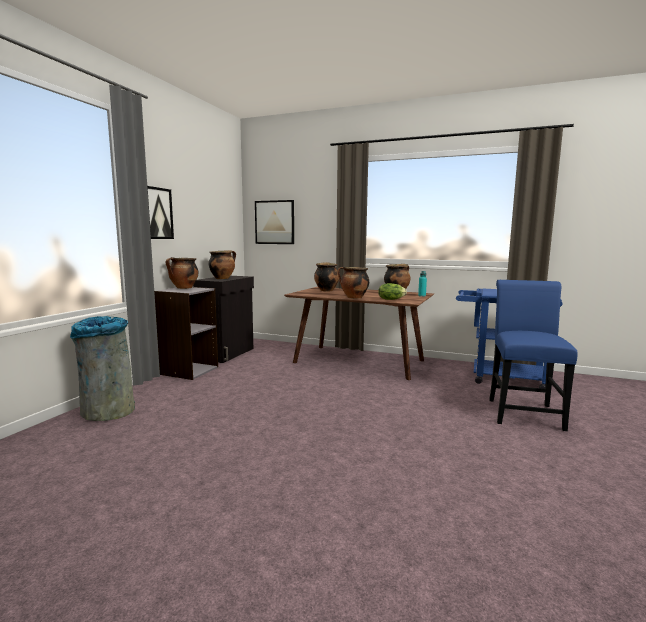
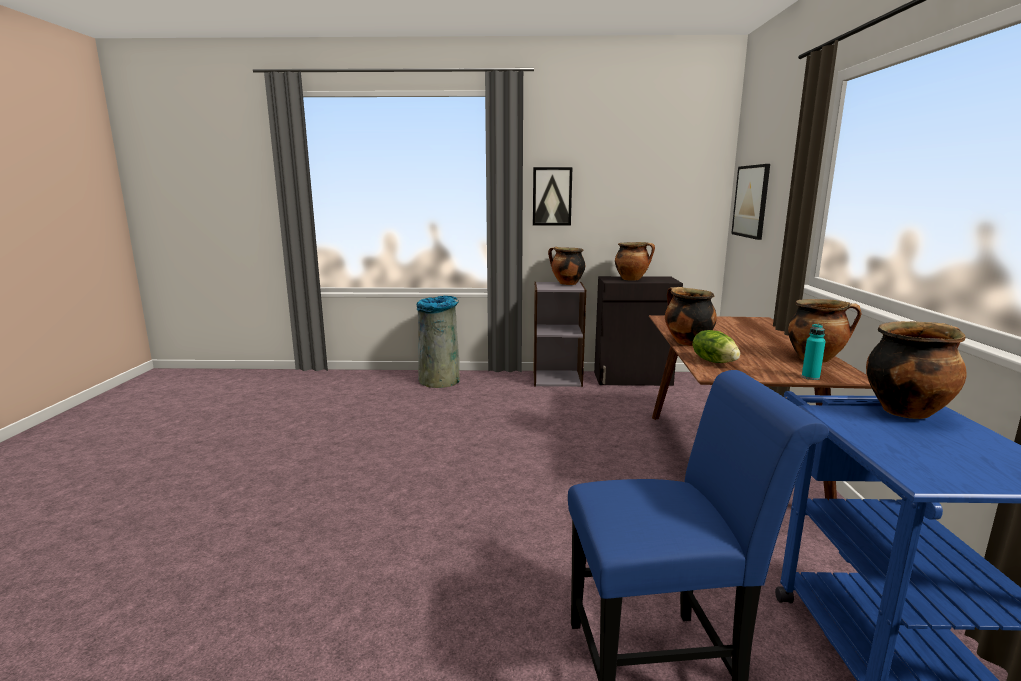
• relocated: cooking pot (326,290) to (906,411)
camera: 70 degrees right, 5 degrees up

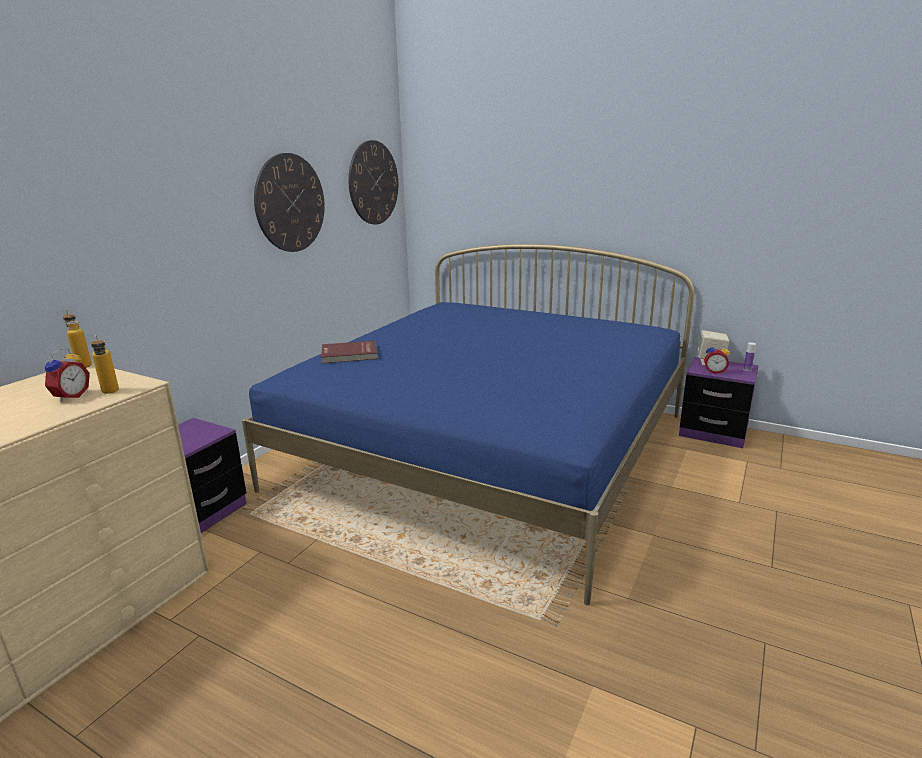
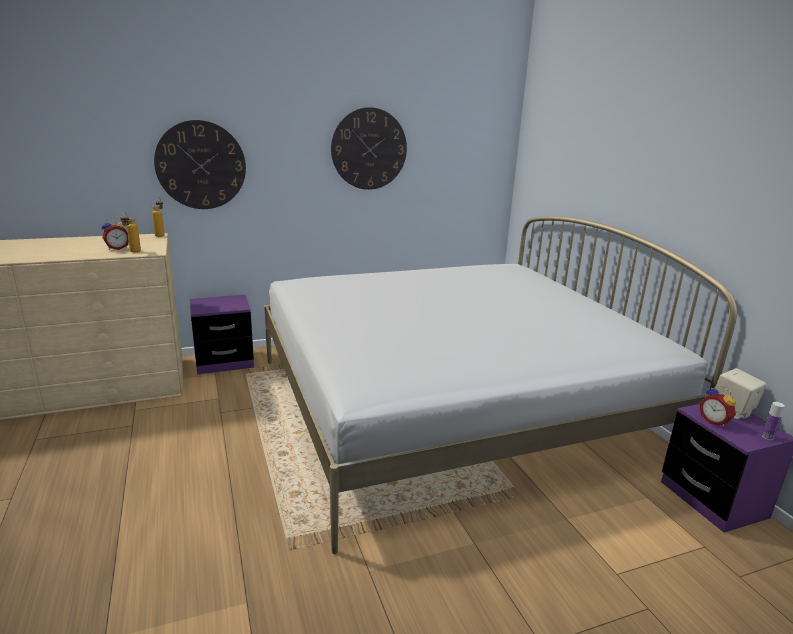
• missing: red book (349,354)
• relocated: hanging clock (373,183) to (201,165)
• colour: blue bed (489,450) to white-coloured bed (452,407)
camera: 40 degrees right, 0 degrees up

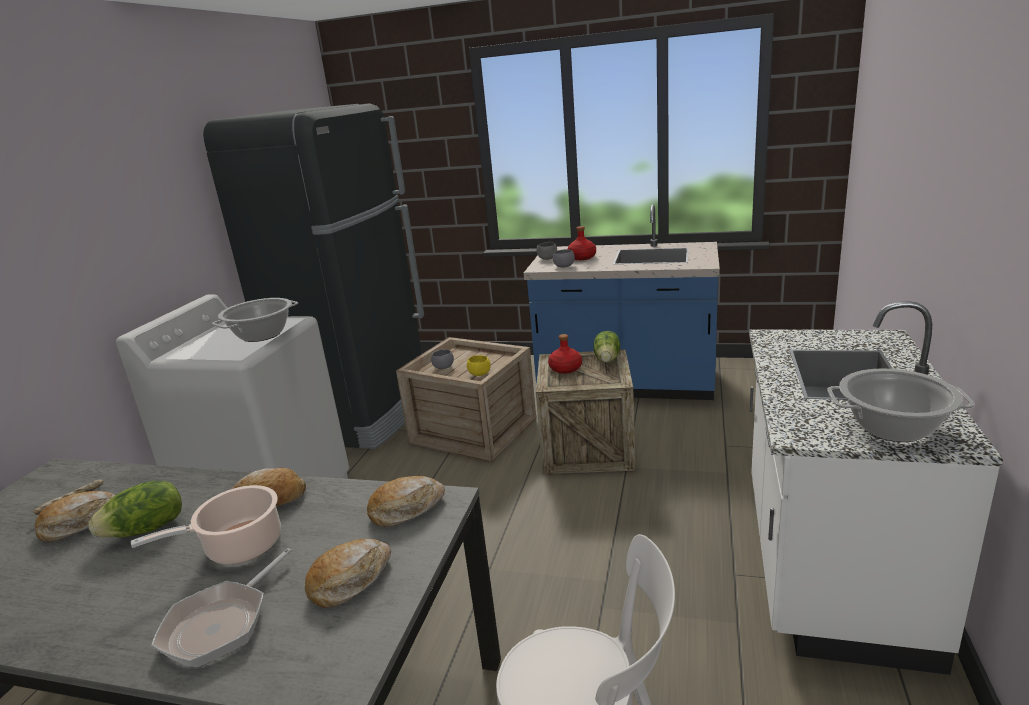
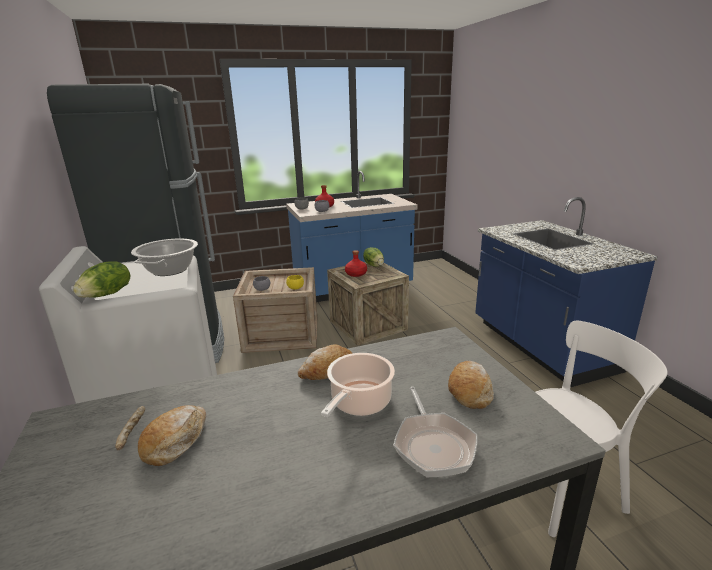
• missing: bakery bread (406,509)
• missing: cooking pot (893,428)
• relocated: lettuce (147,530) to (107,294)
• colour: white-coloured kitchen counter (827,565) to blue kitchen counter (540,346)
camera: 35 degrees left, 0 degrees up

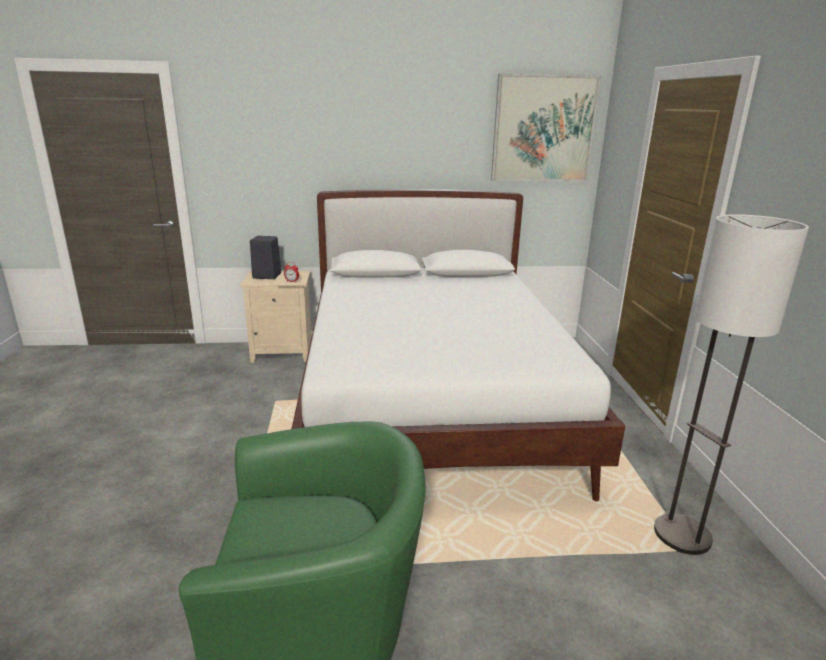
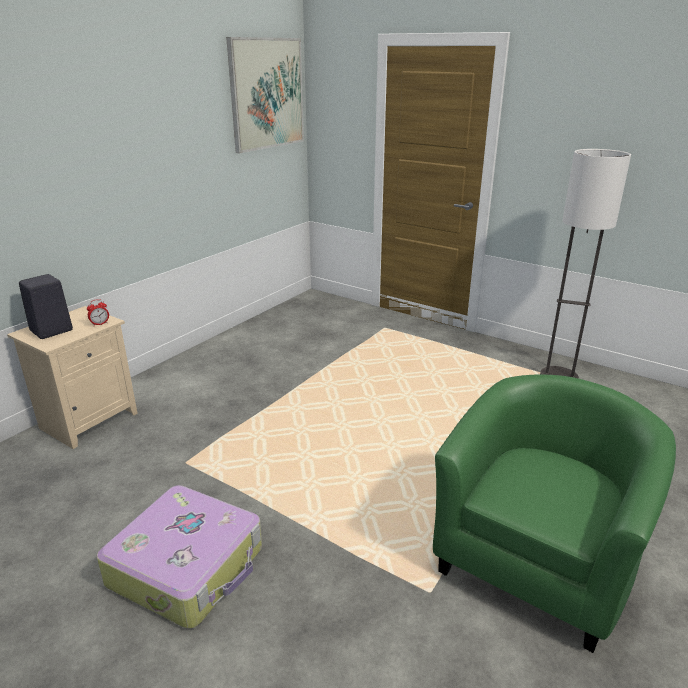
• missing: white-coloured bed (432,404)
• appeared: suitcase (188,566)
camera: 50 degrees left, 5 degrees up

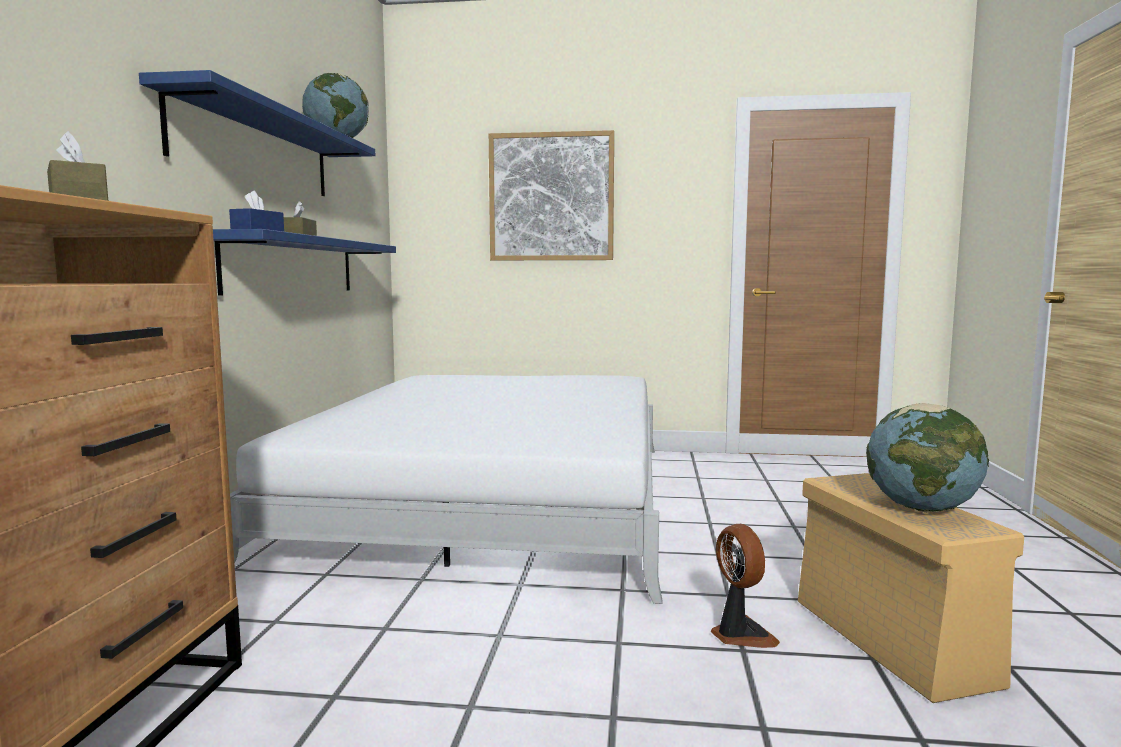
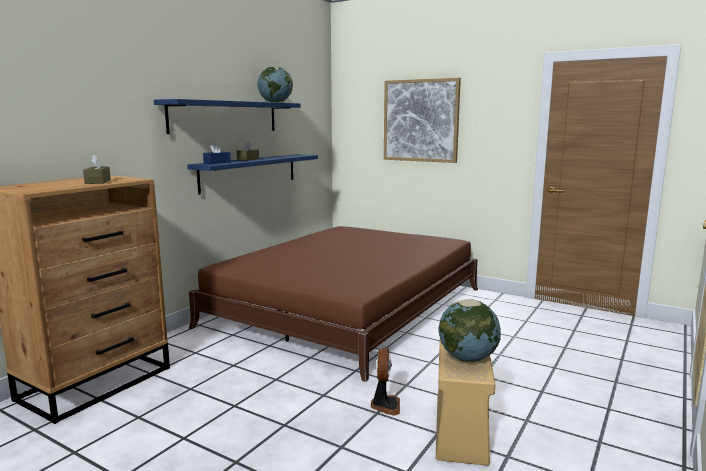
• colour: white-coloured bed (493,498) to brown-coloured bed (347,307)
camera: 25 degrees right, 5 degrees up

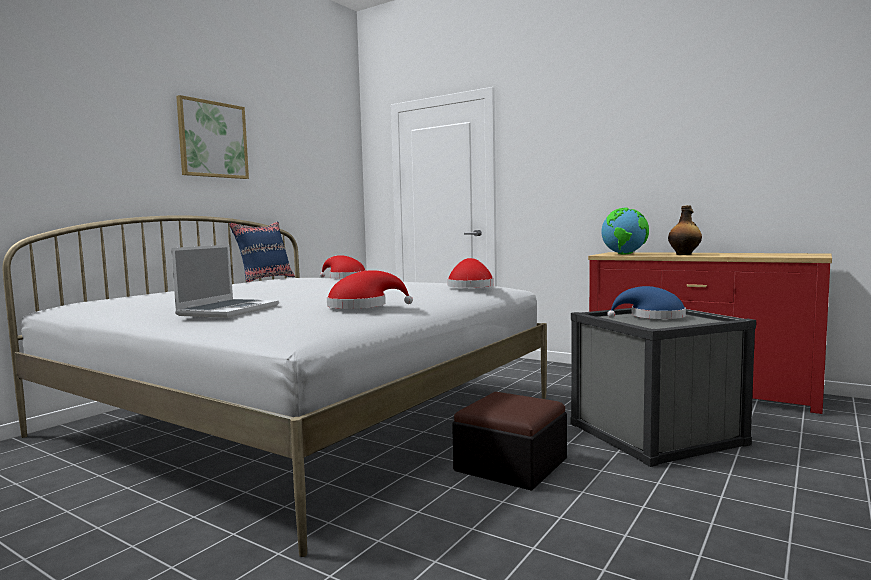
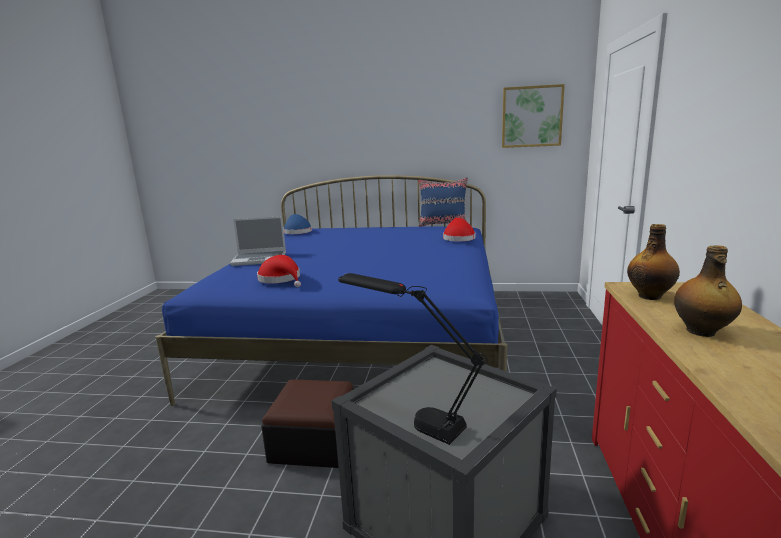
• missing: red hat (470,287)
• appeared: black-coloured table lamp (410,415)
• relocated: wall picture (213,139) to (531,116)
• relocated: blue hat (652,317) to (297,232)
• exchanged: globe (624,254) to beverage bottle (650,296)
• colour: white-coloured bed (301,416) to blue bed (364,335)
camera: 65 degrees right, 10 degrees up

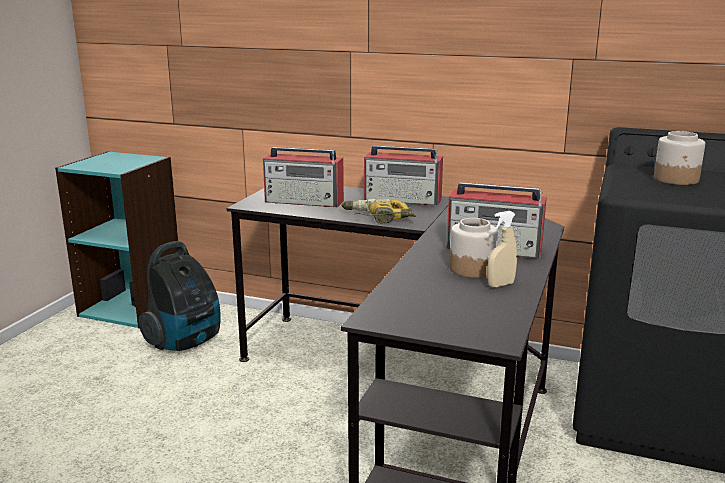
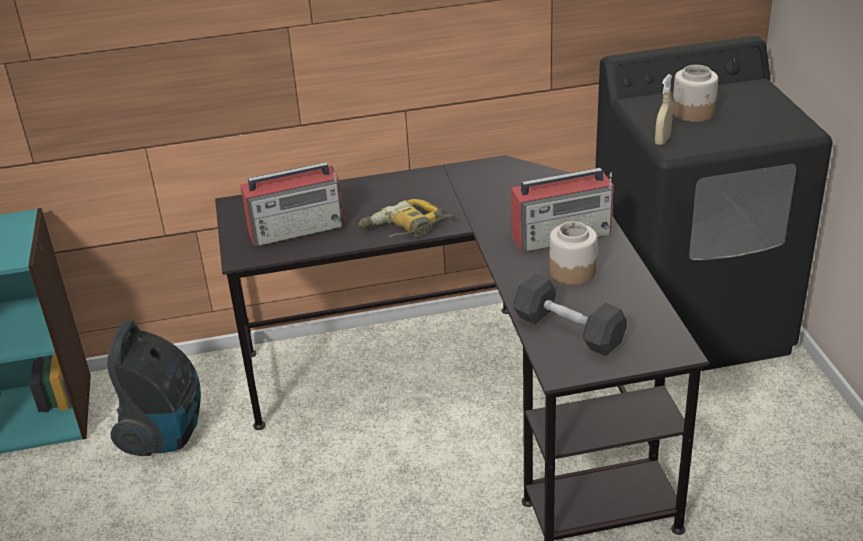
• missing: radio (403,200)
• appeared: gray free weight (568,330)
• relocated: sand-coloured hand sprayer (500,285) to (662,140)
camera: 30 degrees left, 15 degrees up

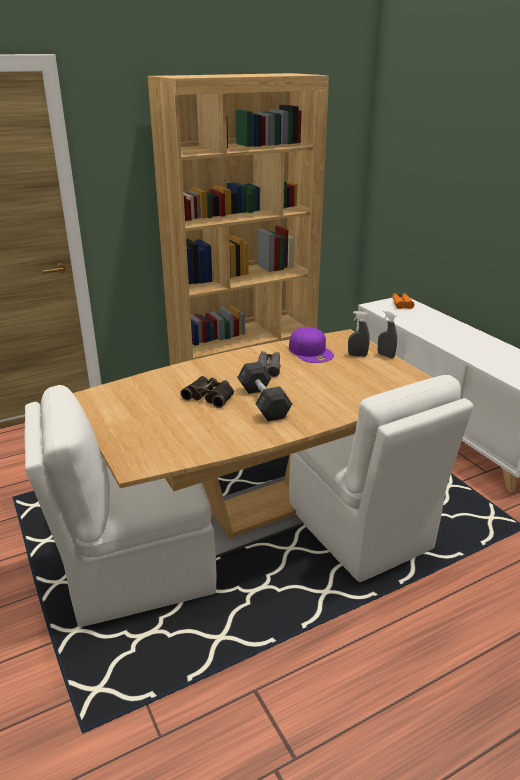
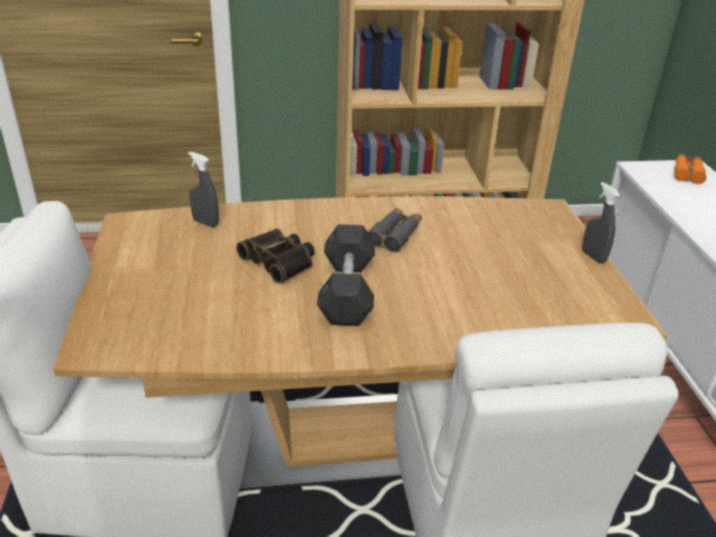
• missing: purplish baseball cap (311,351)
• relocated: gray hand sprayer (357,355) to (205,223)
camera: 20 degrees right, 5 degrees up

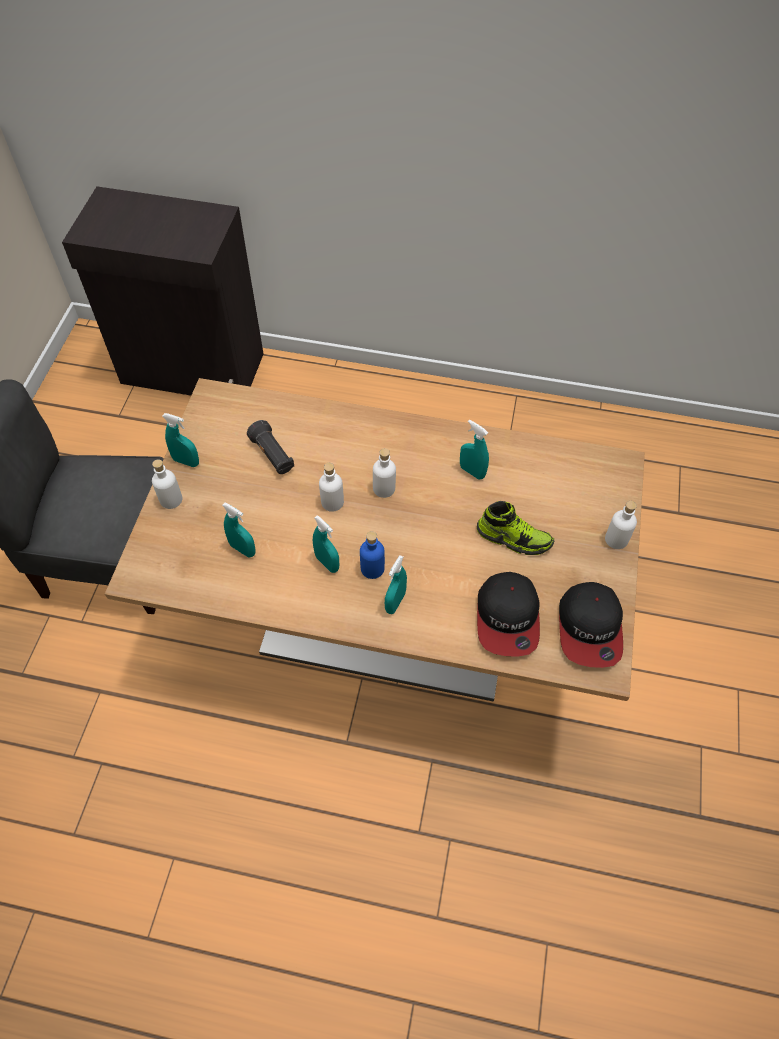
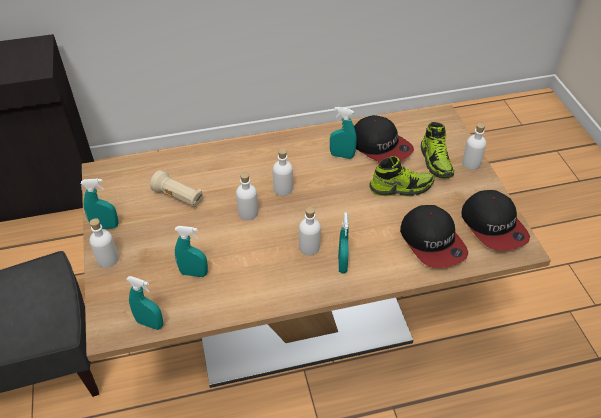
• appeared: baseball cap (380,146)
• appeared: item of footwear (436,161)
• relocated: turquoise-coloured hand sprayer (327,563) to (150,323)
• colour: black-coloured flashlight (272,455) to sand-coloured flashlight (178,197)
• colour: blue beverage bottle (372,568) to white-coloured beverage bottle (309,247)
camera: 25 degrees left, 10 degrees down

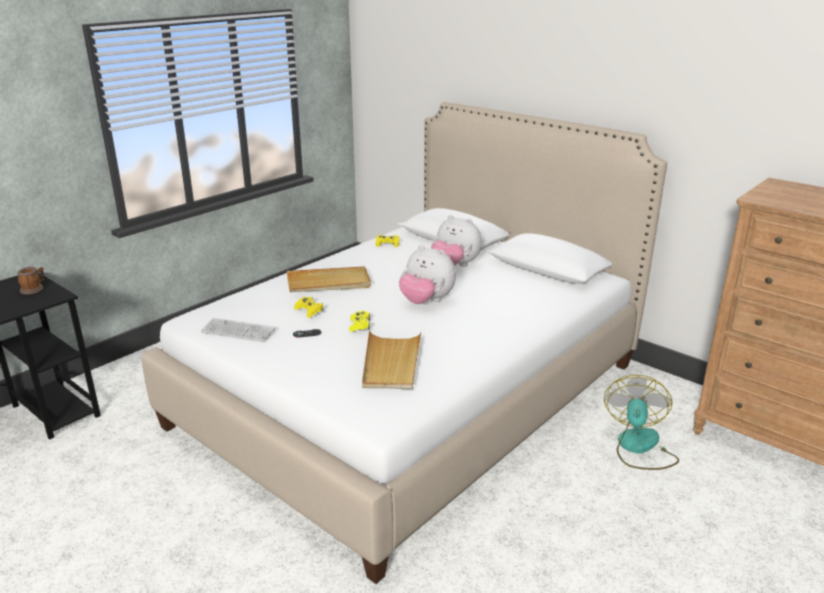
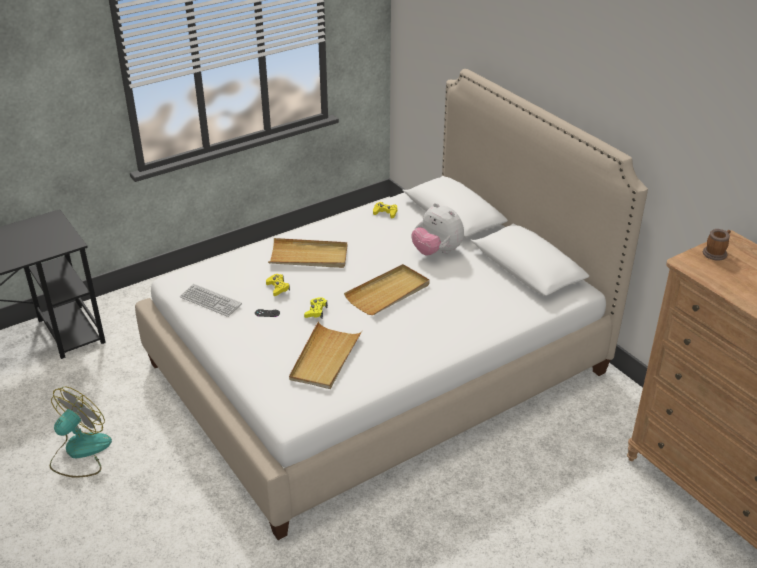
• relocated: coffee mug (34,289) to (716,253)
• relocated: fan (639,448) to (80,452)
• exchanged: soft toy (426,301) to sand-coloured tray (388,292)
camera: 15 degrees right, 10 degrees up

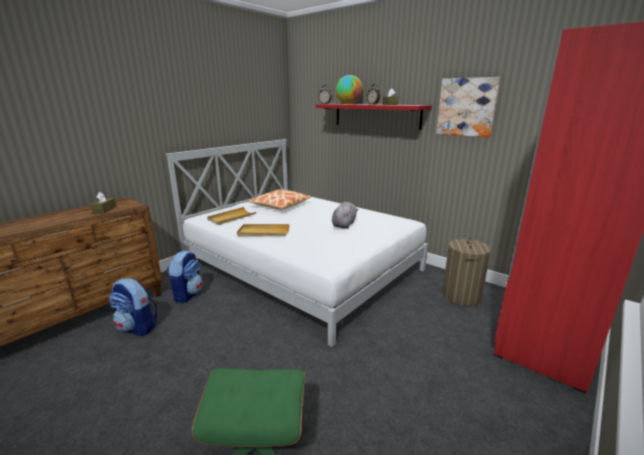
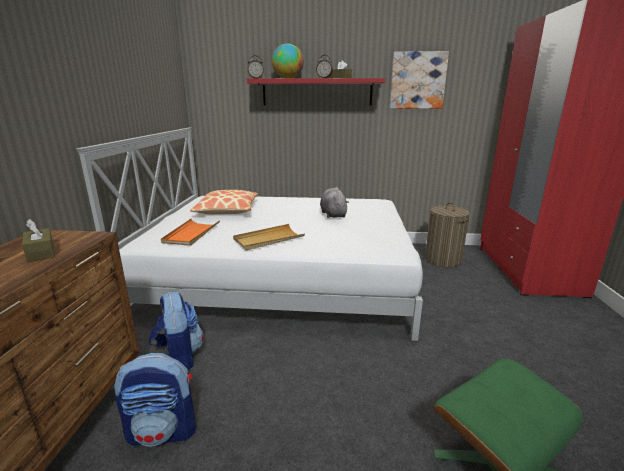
• colour: sand-coloured tray (231,217) to orangey tray (191,234)
camera: 35 degrees left, 0 degrees up

